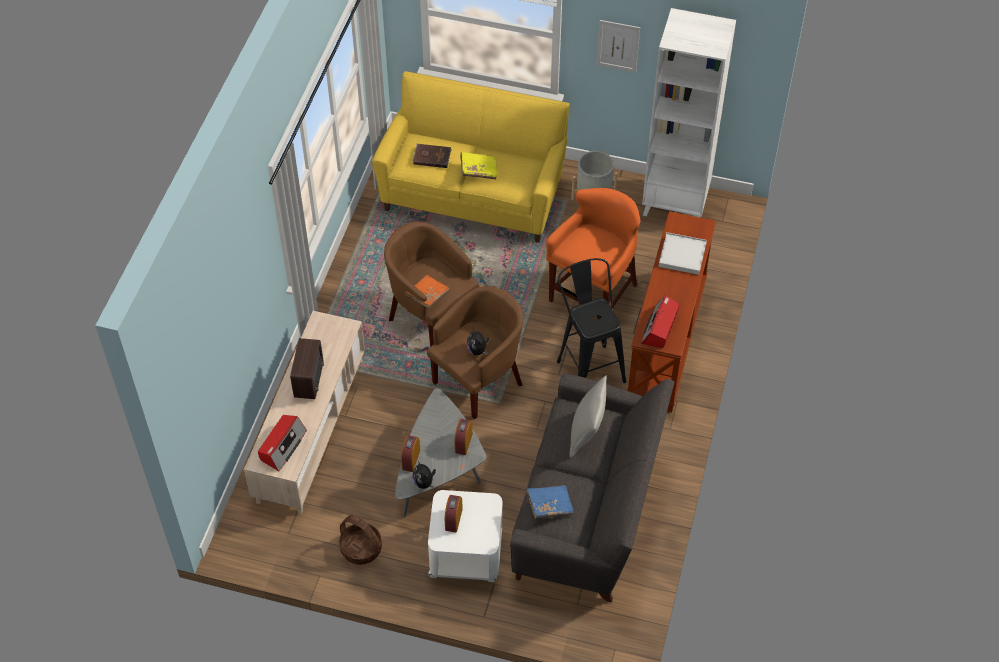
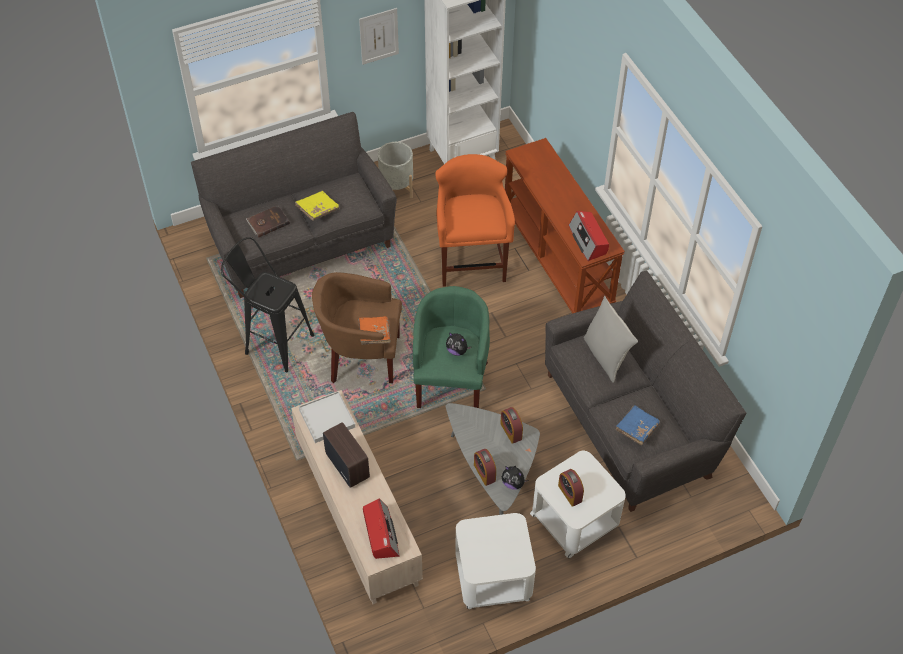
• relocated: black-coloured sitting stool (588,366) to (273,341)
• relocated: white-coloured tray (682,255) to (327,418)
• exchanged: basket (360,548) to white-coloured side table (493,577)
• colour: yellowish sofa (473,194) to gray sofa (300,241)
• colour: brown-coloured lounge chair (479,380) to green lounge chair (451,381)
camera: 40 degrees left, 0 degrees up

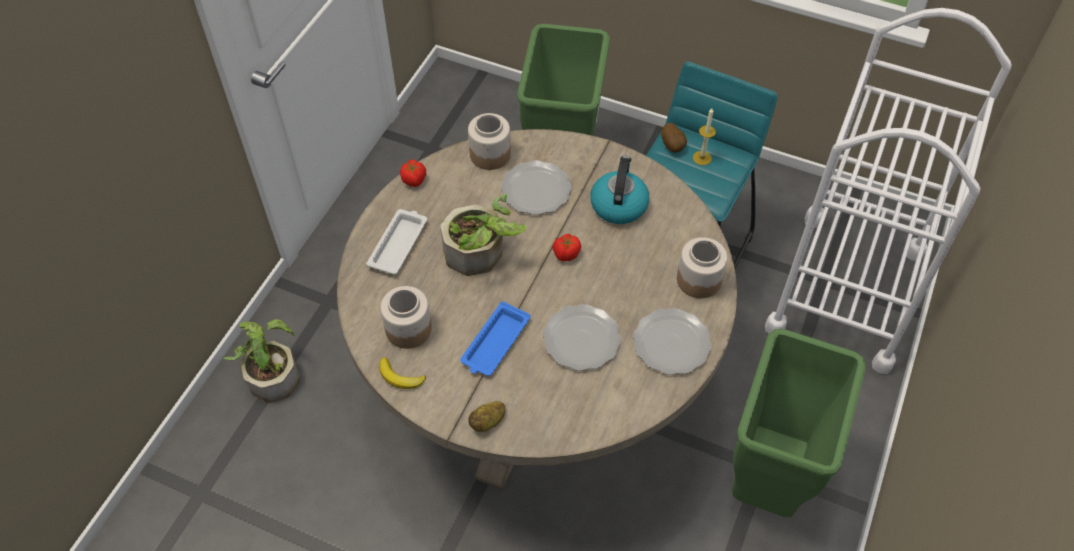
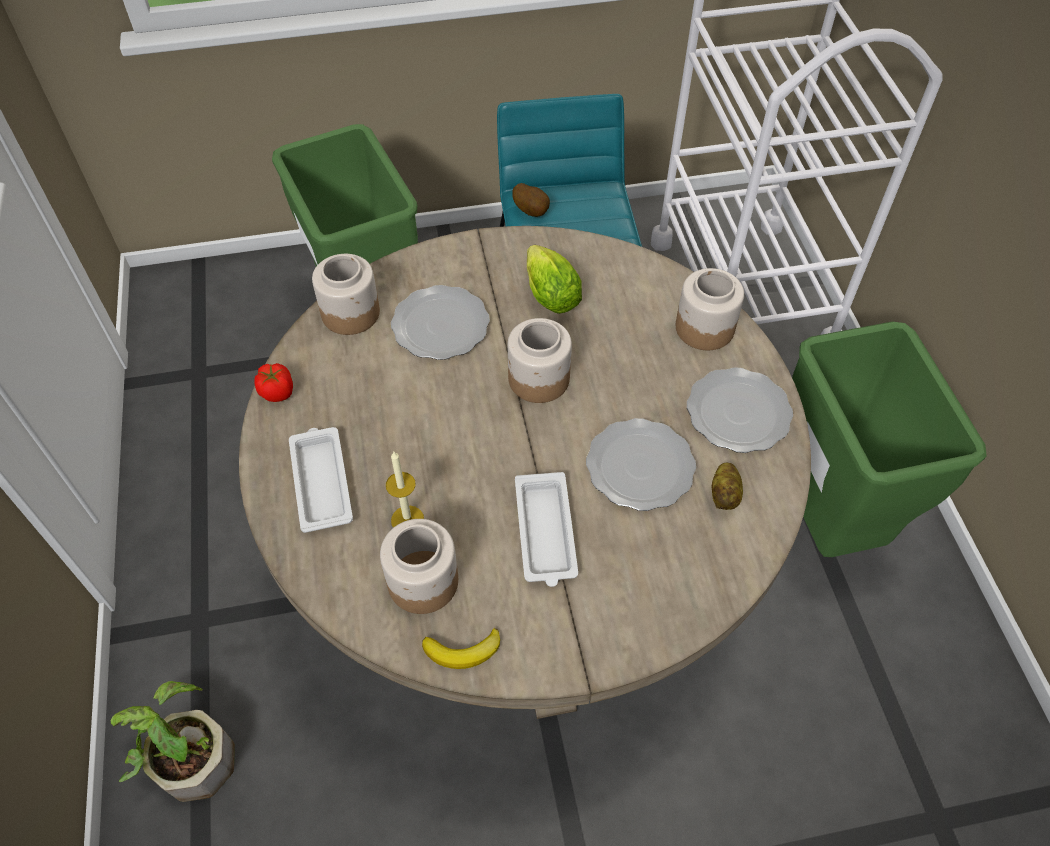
• missing: houseplant (481,254)
• relocated: whole potato (488,422) to (725,495)
• relocated: wax candle (702,158) to (407,520)
• exchanged: fresh tomato (566,254) to storage jar (538,379)
• exchanged: kettle (618,204) to lettuce (548,293)
• colour: blue tray (495,343) to white-coloured tray (545,533)
camera: 35 degrees left, 0 degrees up

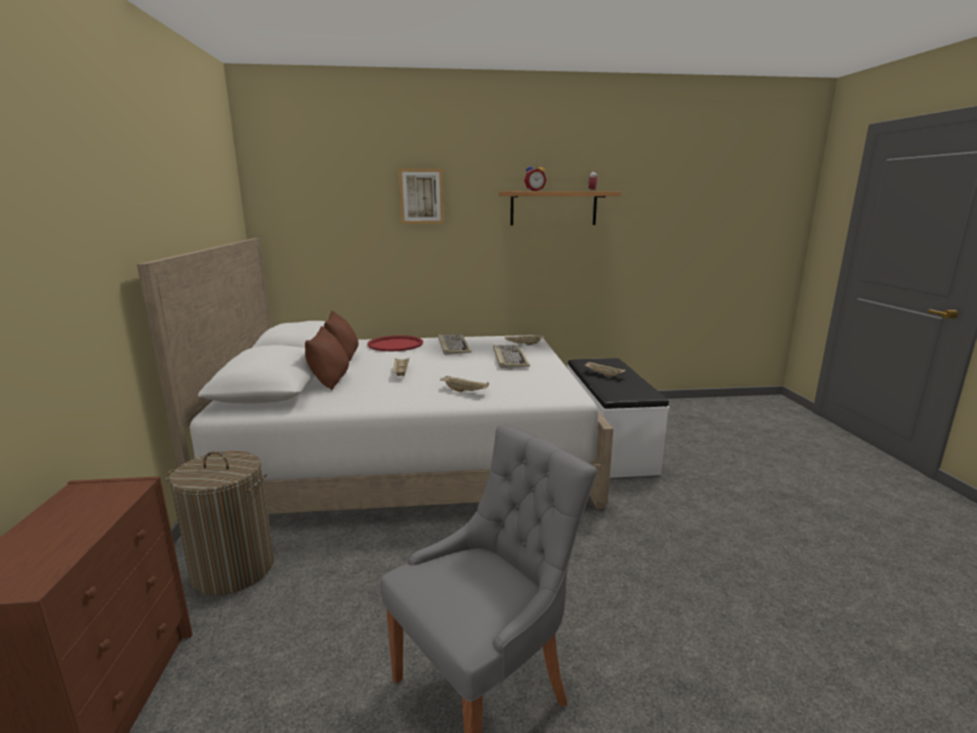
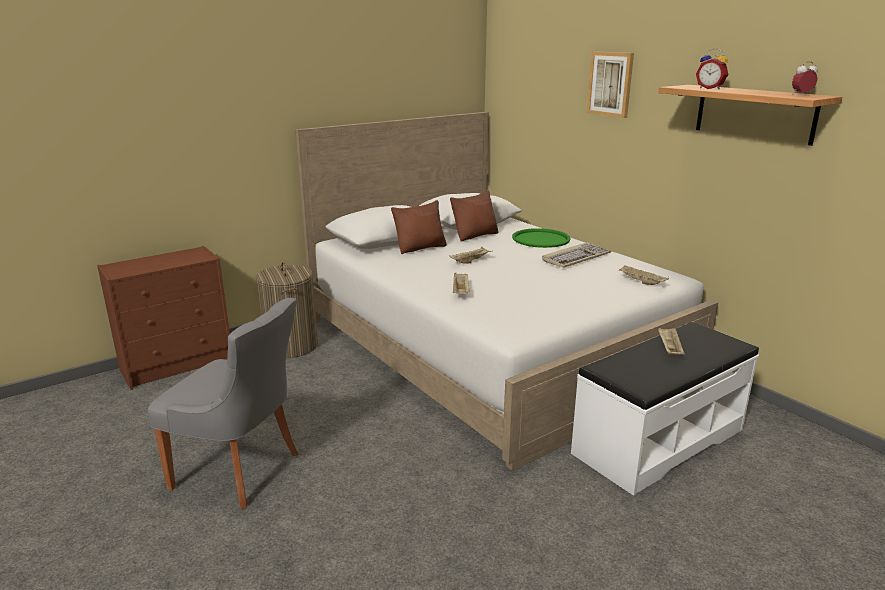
• missing: PC keyboard (509,358)
• colour: red tray (395,344) to green tray (541,239)
camera: 60 degrees right, 5 degrees up

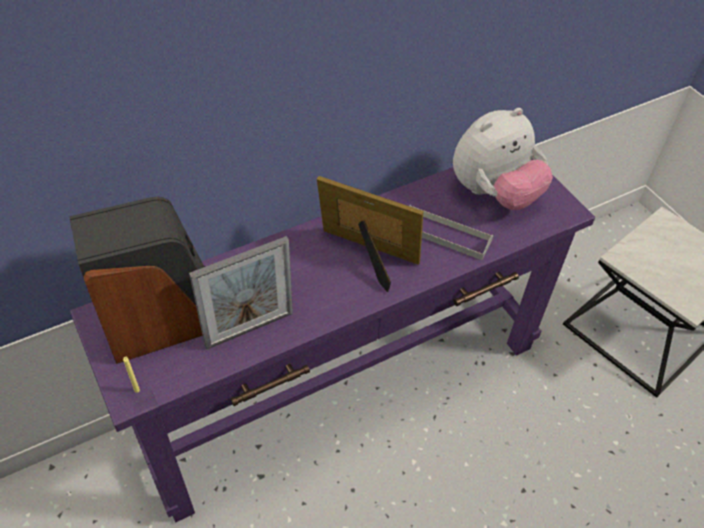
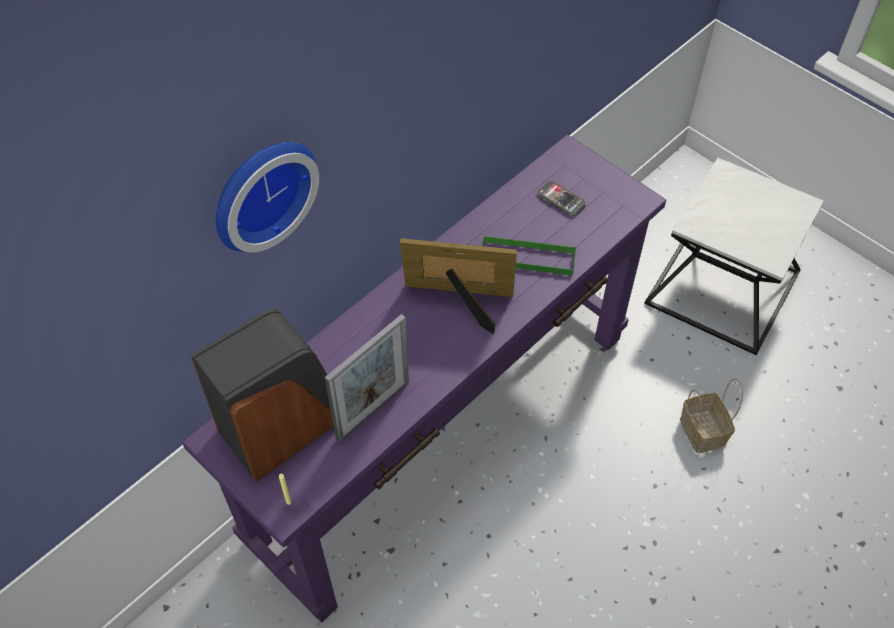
• appeared: hanging clock (260,191)
• appeared: basket (701,430)
• exchanged: soft toy (494,194) to phone (561,200)
• colour: gray tray (444,235) to green tray (527,258)
camera: 15 degrees left, 5 degrees up

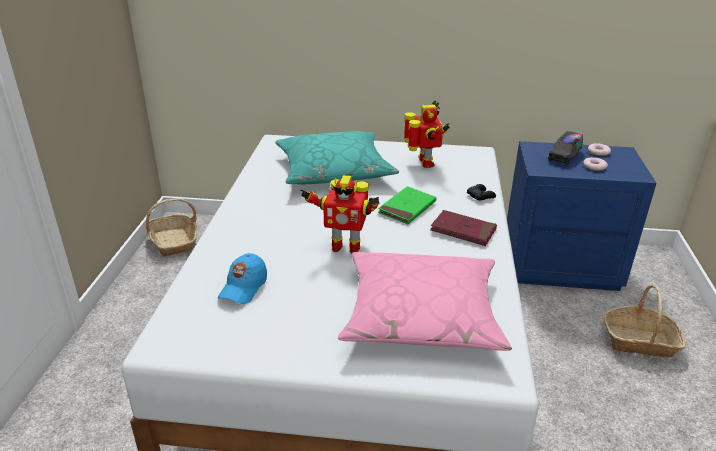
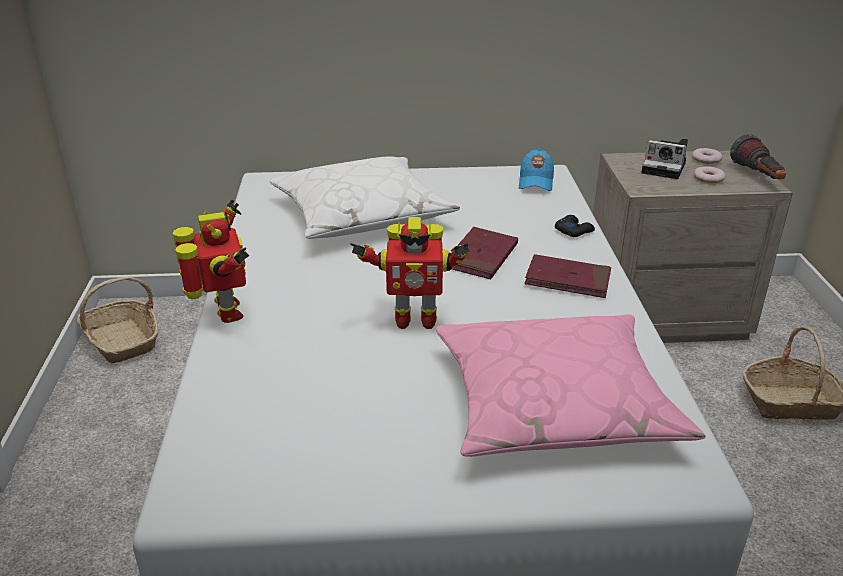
• appeared: flashlight (758,177)
• relocated: blue baseball cap (243,288) to (535,182)
• relocated: model robot (424,163) to (225,313)
• exchanged: model truck (564,156) to photo camera (666,168)
• colour: turquoise-coloured throw pillow (334,170) to white-coloured throw pillow (361,214)
• colour: green book (407,208) to red book (481,257)
• colour: blue nightstand (559,265) to sand-coloured nightstand (663,315)
camera: 10 degrees left, 0 degrees up

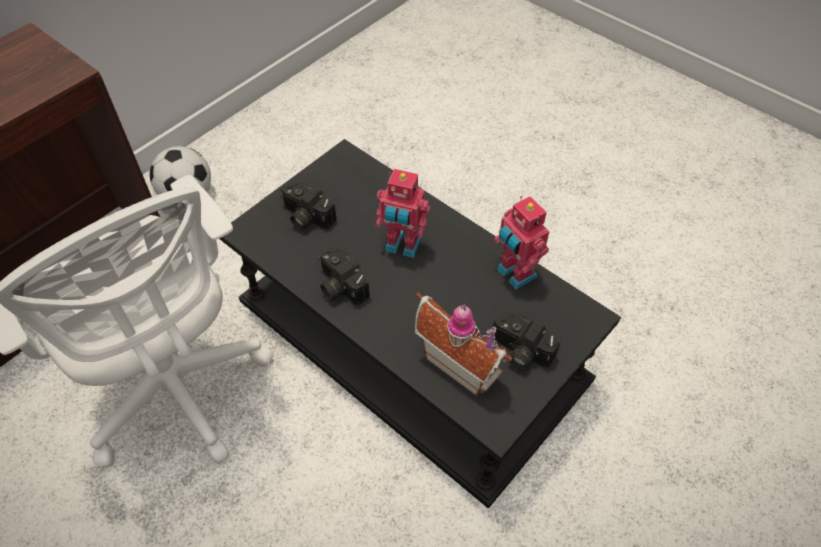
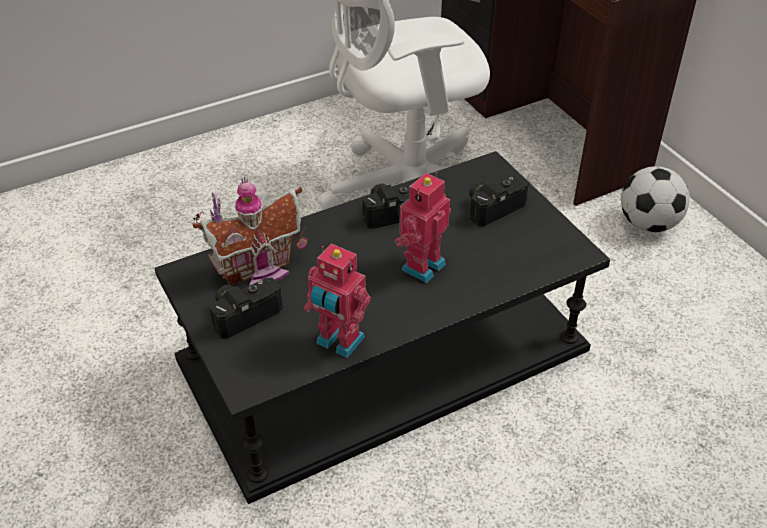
• spun: model robot (514,274) = (338,342) 135 degrees counterclockwise
camera: 110 degrees right, 10 degrees down

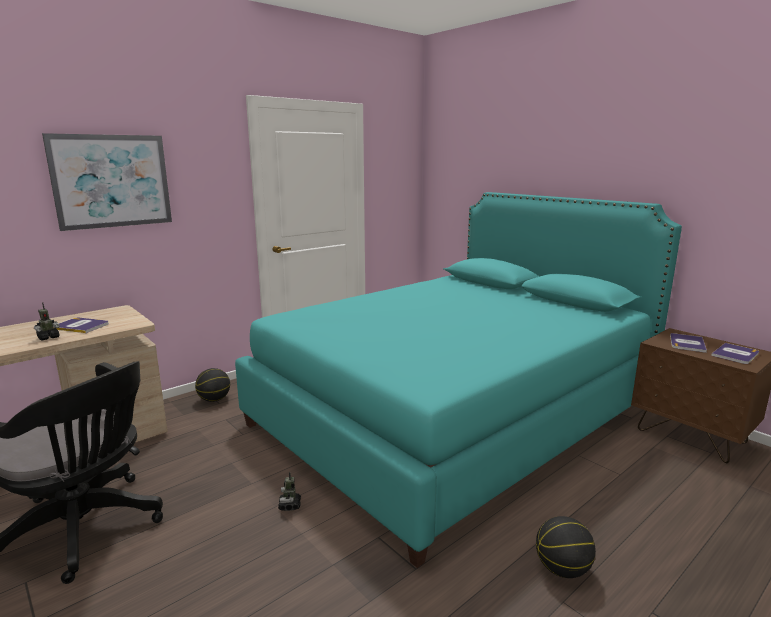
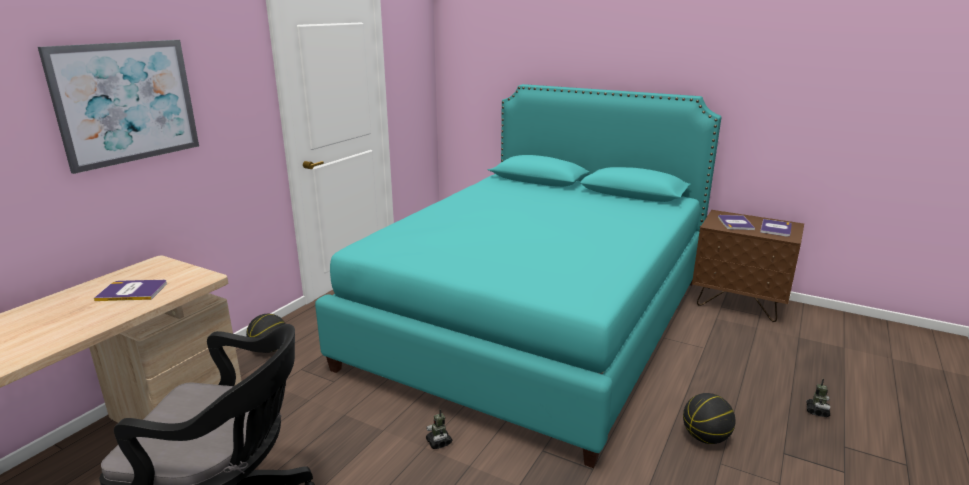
• relocated: model robot (48,337) to (817,411)
camera: 20 degrees left, 5 degrees up

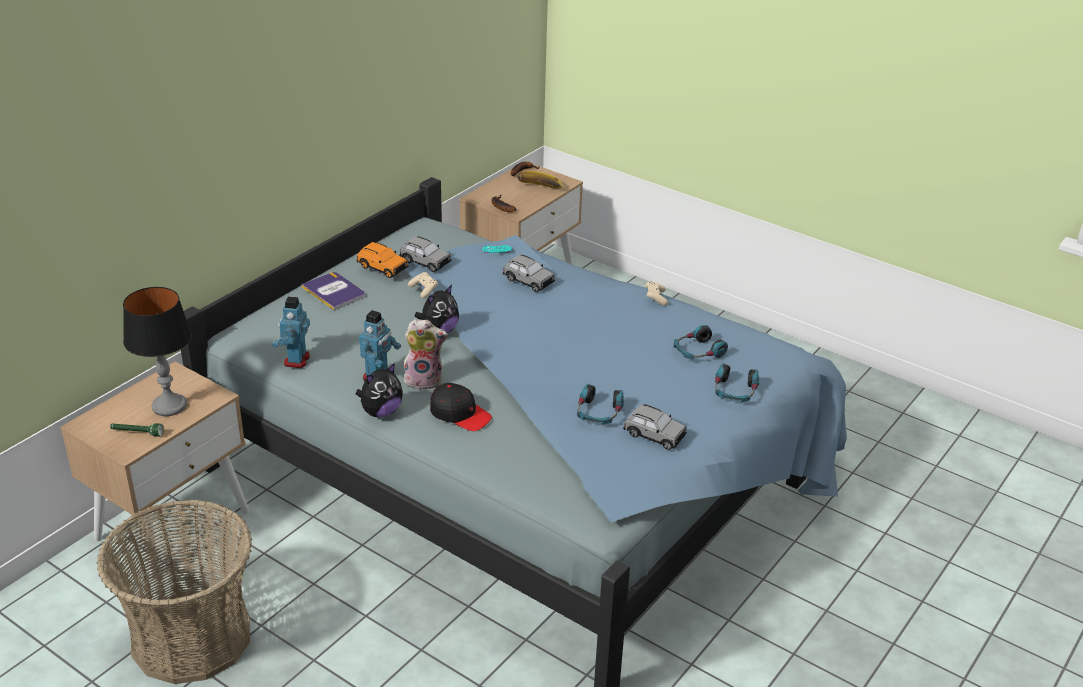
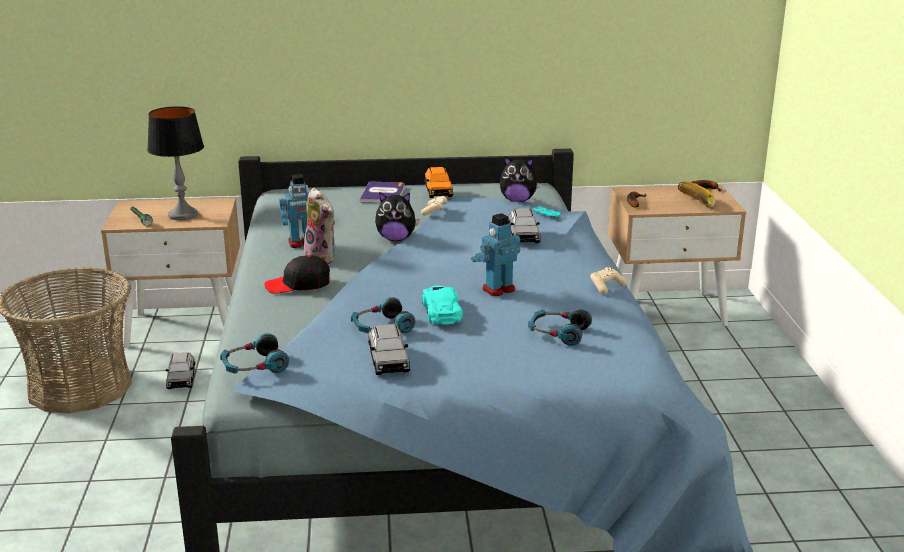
• appeared: turquoise-coloured model car (442,311)
• relocated: model robot (296,360) to (498,289)
• relocated: soft toy (381,412) to (518,200)
• relocated: gray model car (425,262) to (181,379)
• relocated: pair of headphones (734,391) to (254,366)
• spun: black-coloured baseball cap (460,414) = (298,285) 90 degrees clockwise
camera: 50 degrees right, 10 degrees down

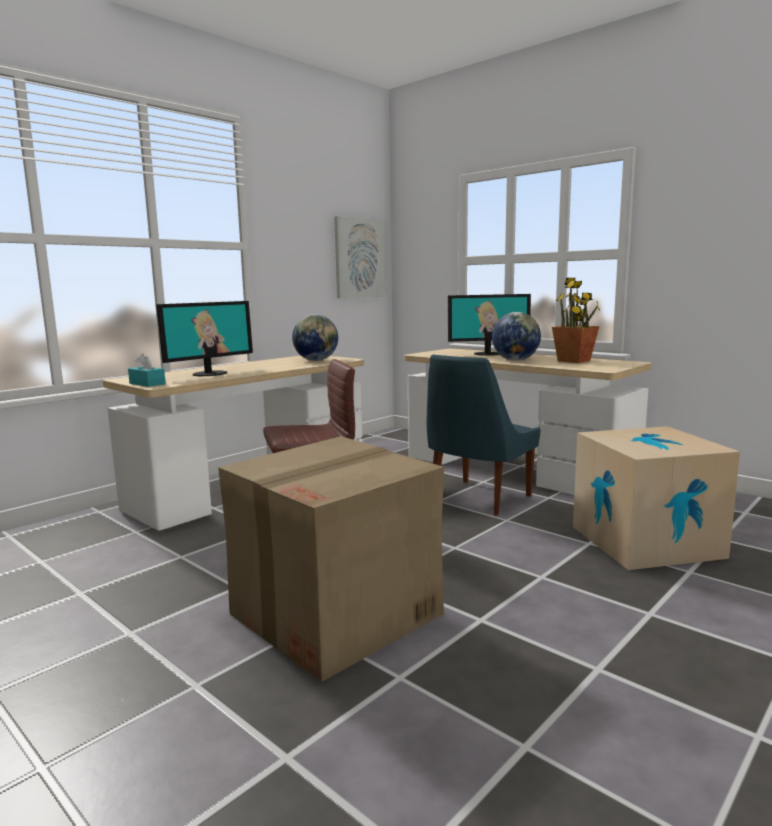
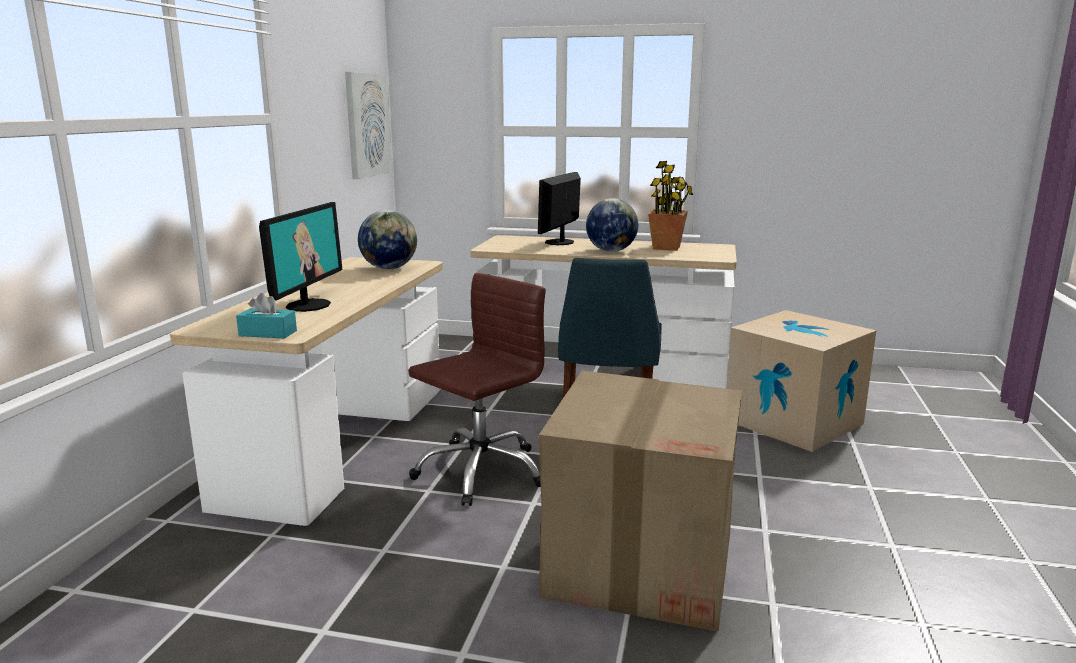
• spun: computer screen (488,354) = (560,242) 150 degrees clockwise
camera: 30 degrees left, 5 degrees up

